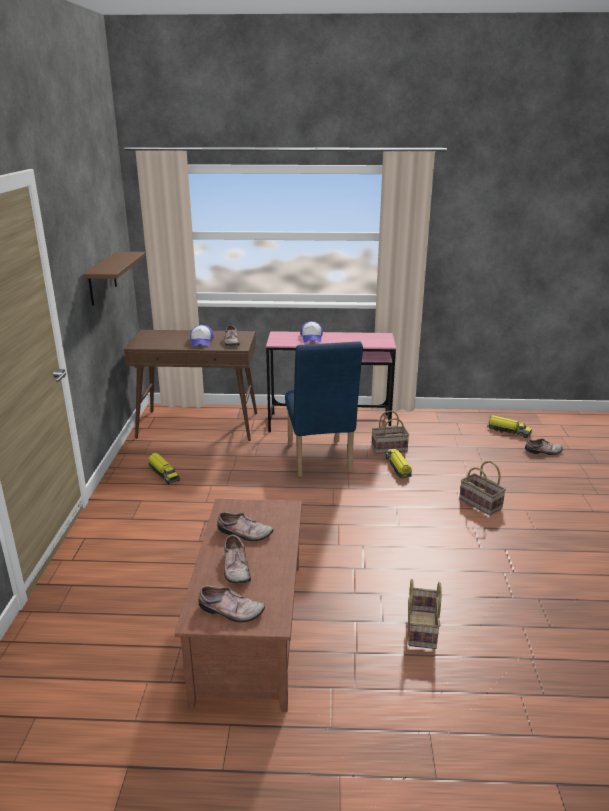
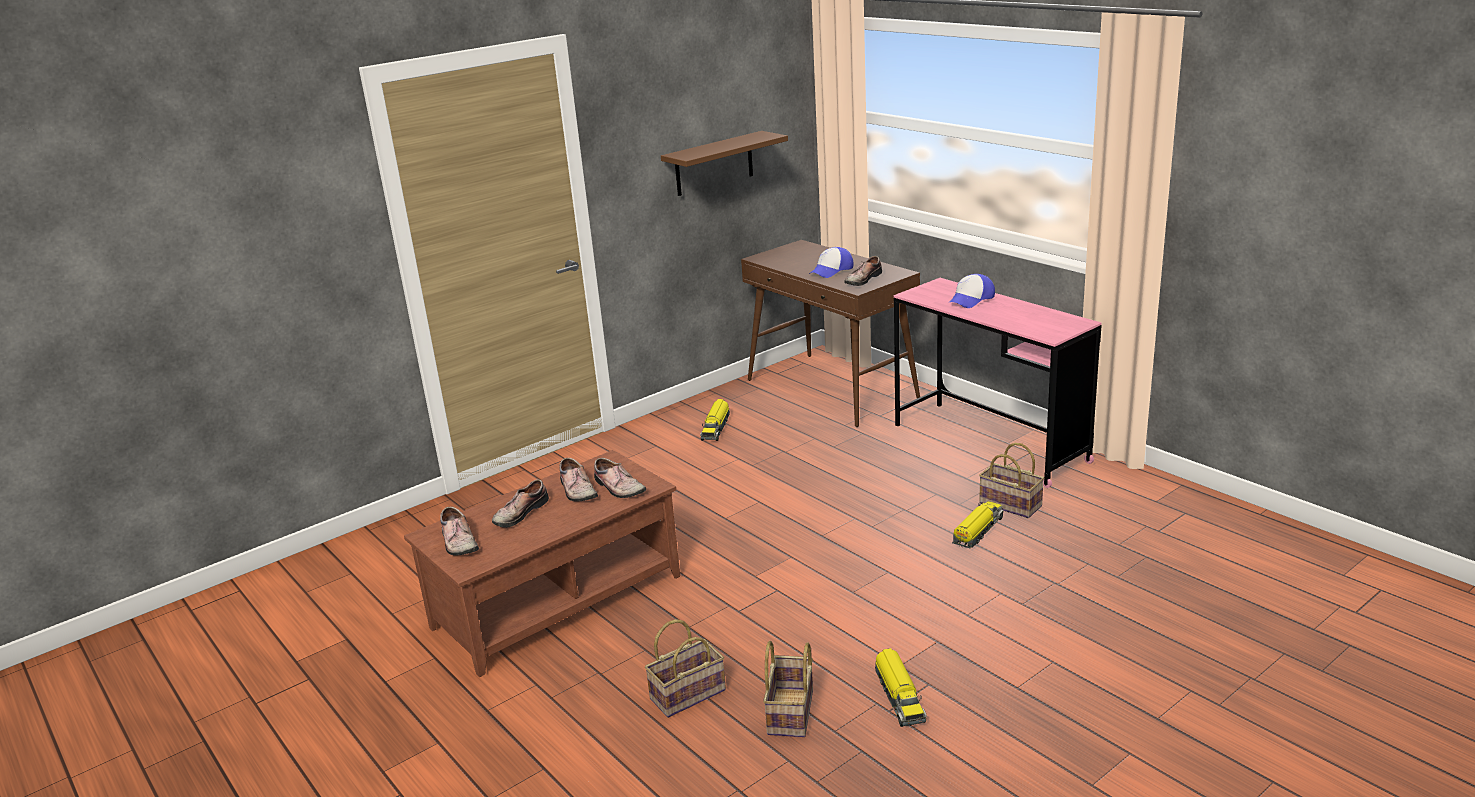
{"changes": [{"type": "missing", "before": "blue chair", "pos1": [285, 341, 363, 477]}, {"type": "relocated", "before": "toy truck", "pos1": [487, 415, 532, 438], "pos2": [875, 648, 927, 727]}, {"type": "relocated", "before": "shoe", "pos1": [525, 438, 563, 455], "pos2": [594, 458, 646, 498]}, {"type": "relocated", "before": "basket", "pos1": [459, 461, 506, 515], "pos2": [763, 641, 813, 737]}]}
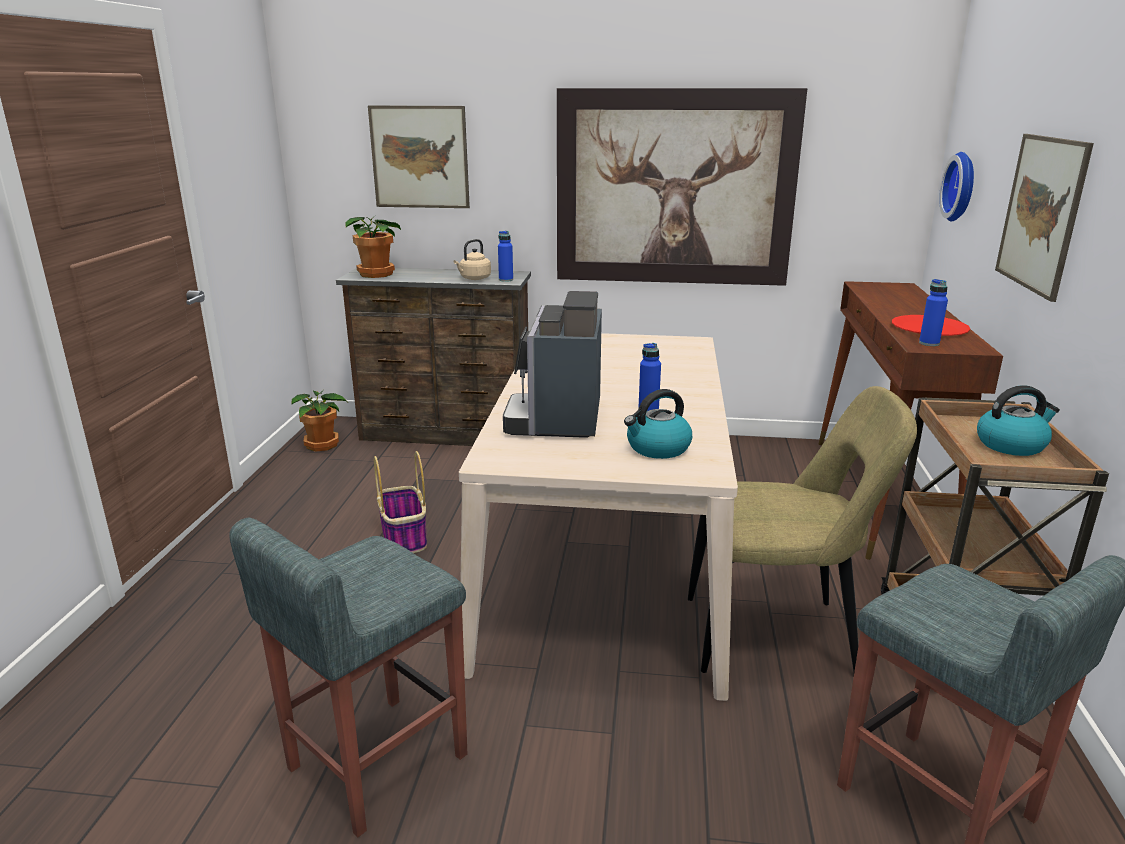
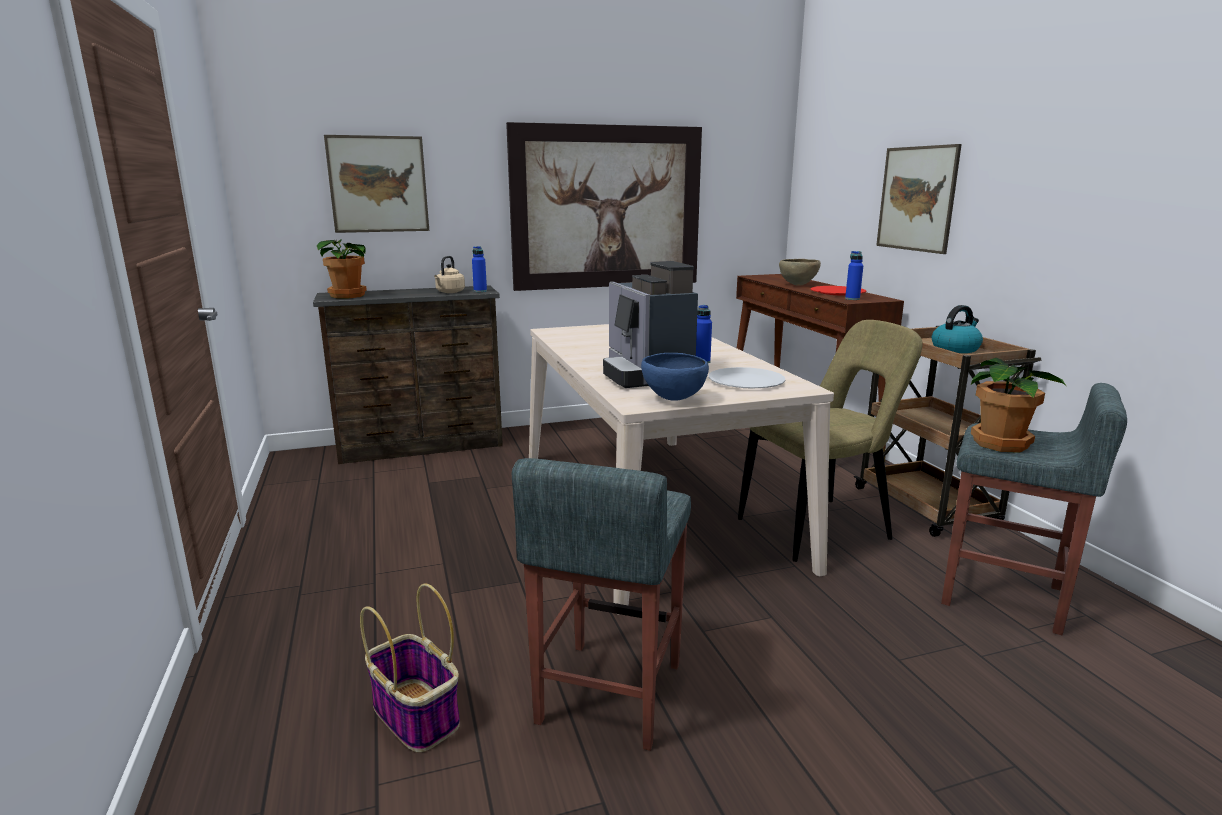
{"changes": [{"type": "missing", "before": "wall clock", "pos1": [939, 152, 974, 222]}, {"type": "exchanged", "before": "kettle", "after": "white plate", "pos1": [624, 389, 692, 459], "pos2": [709, 367, 785, 388]}, {"type": "relocated", "before": "potted plant", "pos1": [291, 391, 347, 451], "pos2": [971, 358, 1067, 453]}, {"type": "relocated", "before": "basket", "pos1": [374, 451, 427, 553], "pos2": [360, 583, 460, 753]}, {"type": "appeared", "after": "brown bowl", "pos2": [779, 259, 821, 286]}, {"type": "appeared", "after": "blue bowl", "pos2": [641, 353, 709, 401]}]}
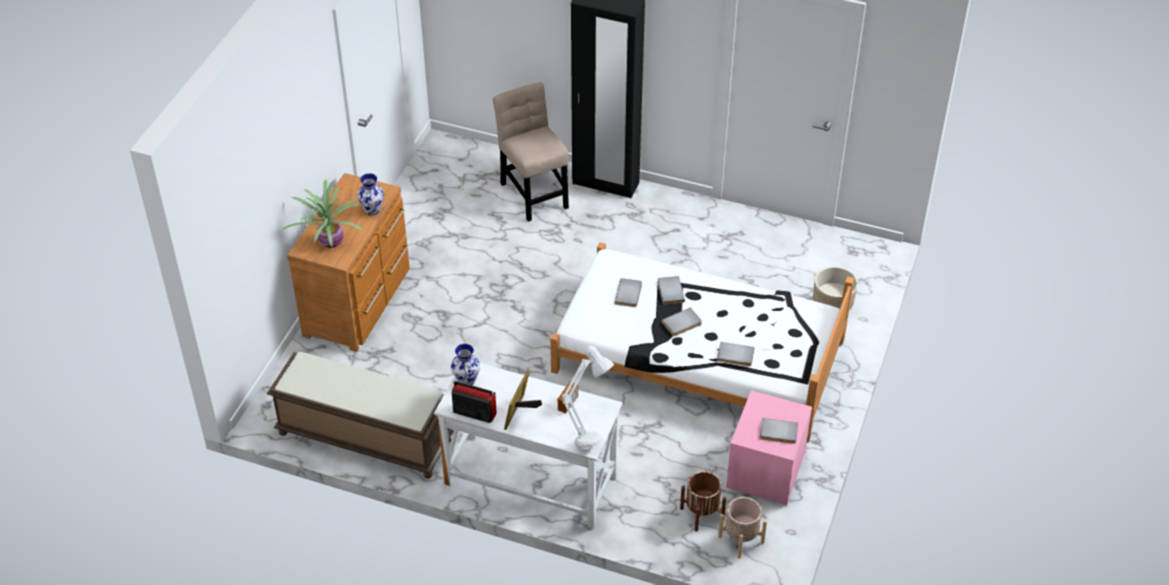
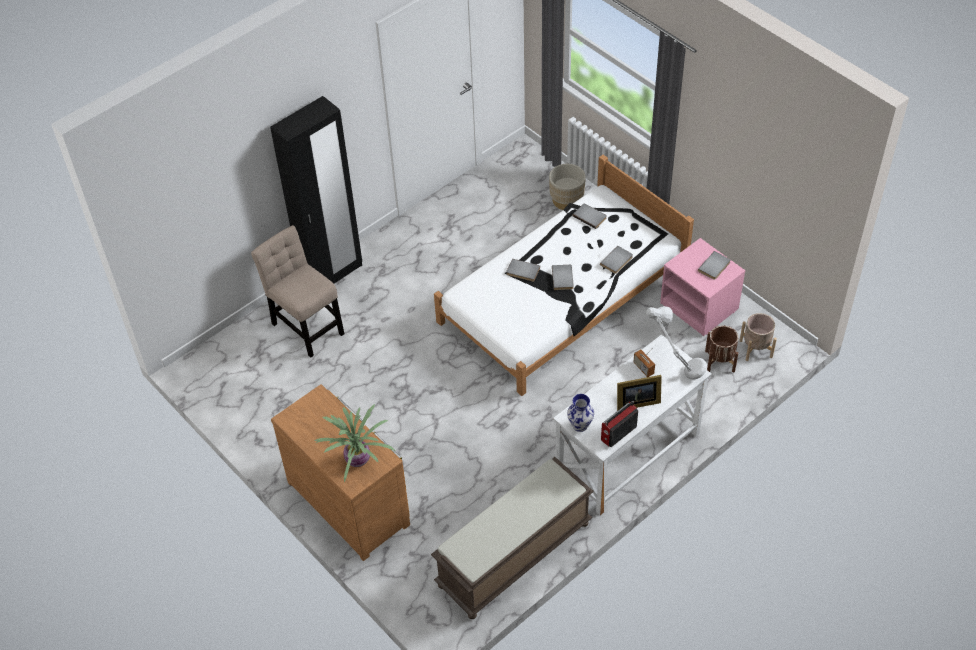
{"changes": [{"type": "spun", "before": "beige chair", "pos1": [493, 82, 569, 222], "pos2": [251, 225, 344, 358], "turn": 45}, {"type": "missing", "before": "vase", "pos1": [357, 173, 384, 215]}, {"type": "relocated", "before": "grey book", "pos1": [615, 278, 642, 307], "pos2": [573, 204, 606, 229]}, {"type": "spun", "before": "picture frame", "pos1": [504, 369, 542, 430], "pos2": [617, 375, 662, 411], "turn": -60}]}
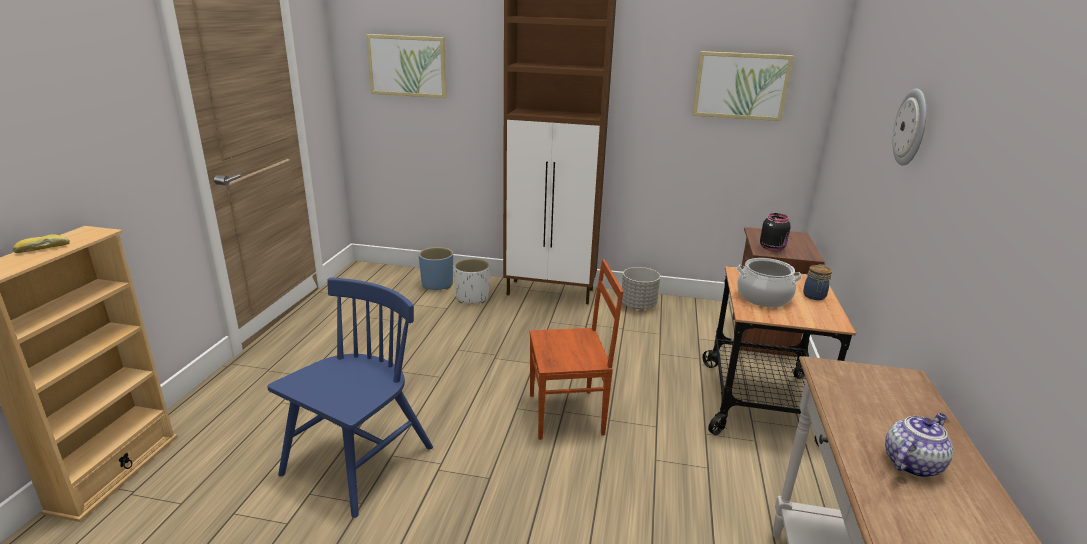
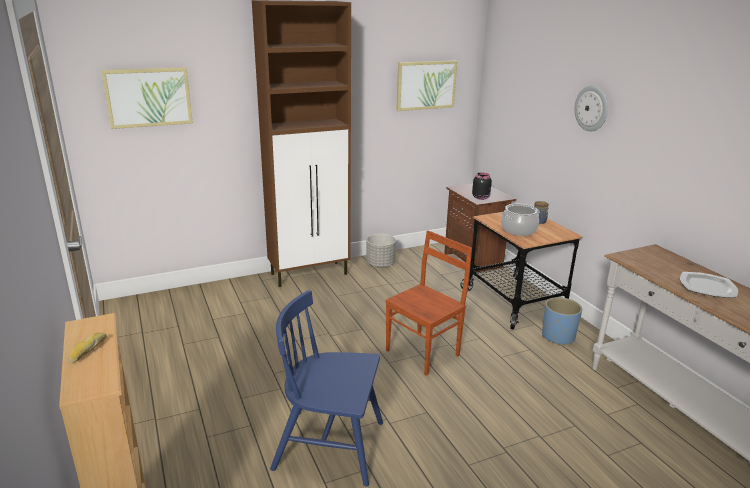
{"changes": [{"type": "relocated", "before": "blue planter", "pos1": [419, 247, 453, 290], "pos2": [542, 297, 582, 346]}, {"type": "missing", "before": "white planter", "pos1": [454, 258, 490, 304]}, {"type": "spun", "before": "blue chair", "pos1": [267, 278, 433, 518], "pos2": [270, 290, 383, 486], "turn": -75}, {"type": "exchanged", "before": "teapot", "after": "plate", "pos1": [885, 413, 953, 478], "pos2": [680, 272, 738, 298]}]}
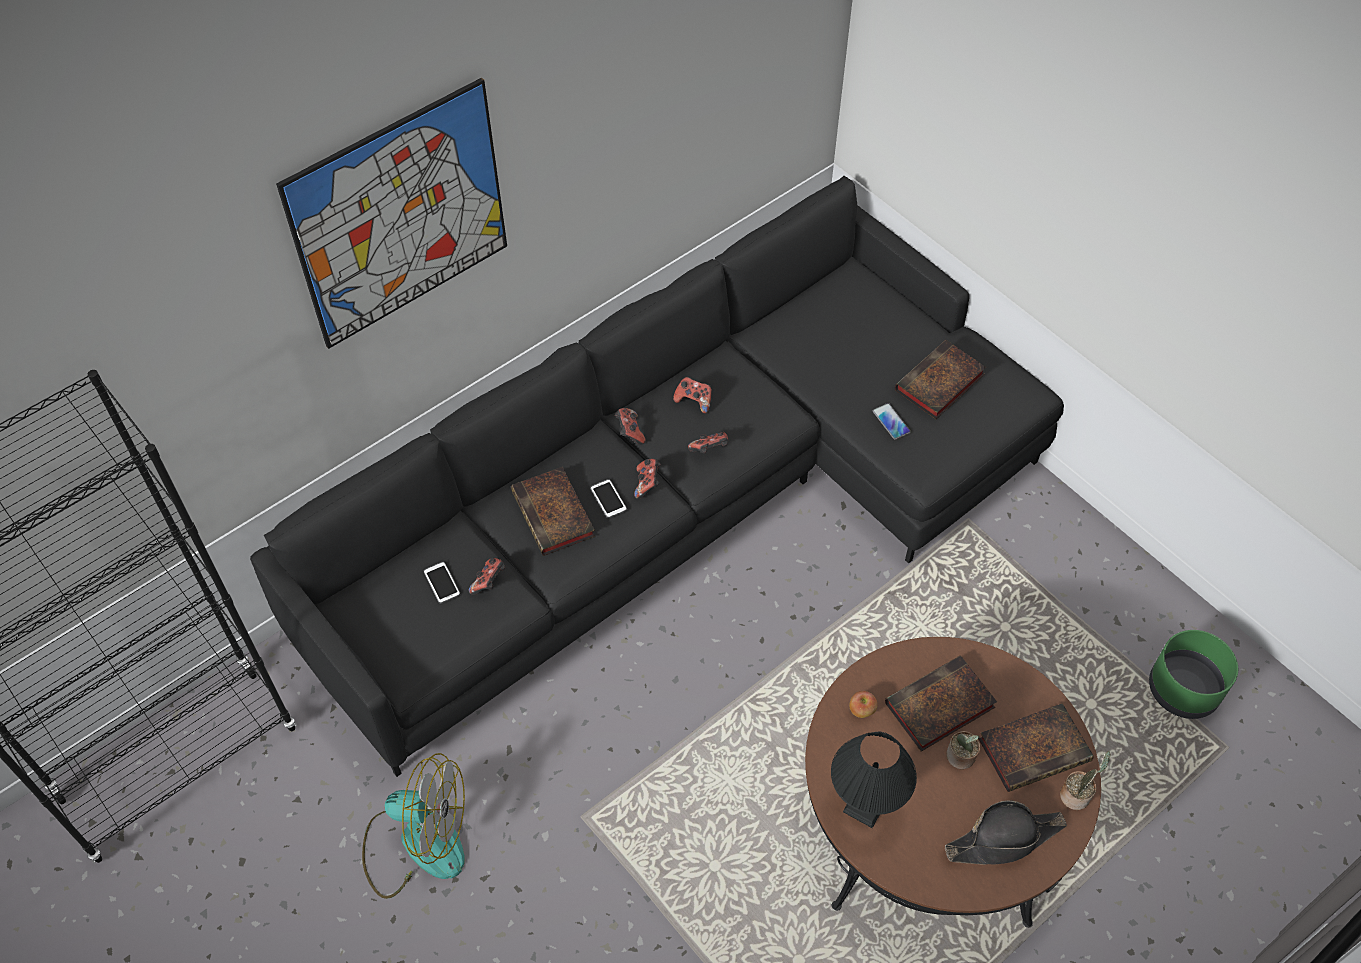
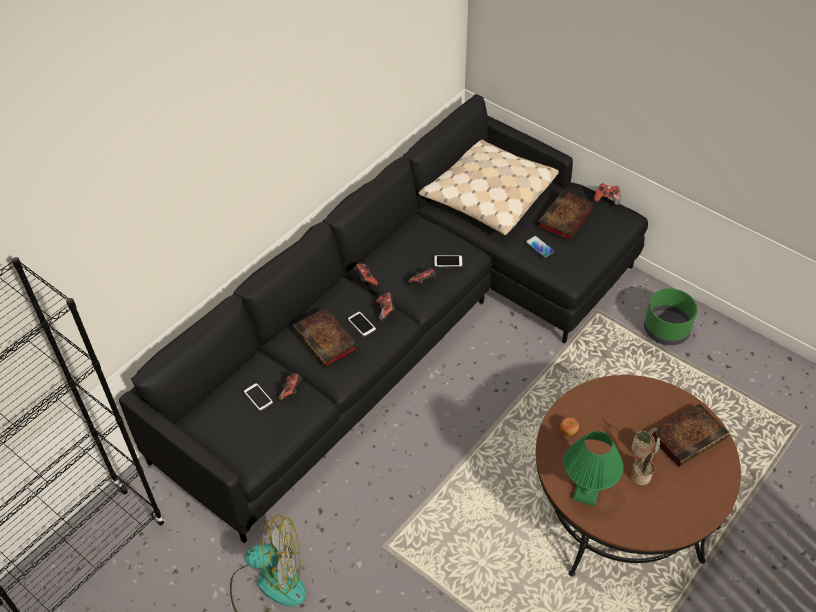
{"changes": [{"type": "missing", "before": "picture", "pos1": [276, 77, 507, 349]}, {"type": "relocated", "before": "game controller", "pos1": [673, 377, 712, 414], "pos2": [594, 184, 620, 206]}, {"type": "relocated", "before": "green planter", "pos1": [1149, 630, 1238, 719], "pos2": [644, 288, 697, 345]}, {"type": "missing", "before": "book", "pos1": [885, 655, 997, 752]}, {"type": "colour", "before": "black table lamp", "after": "green table lamp", "pos1": [831, 732, 917, 828], "pos2": [564, 431, 623, 506]}, {"type": "relocated", "before": "potted plant", "pos1": [1060, 751, 1110, 810], "pos2": [630, 437, 660, 485]}, {"type": "missing", "before": "black hat", "pos1": [945, 801, 1067, 865]}, {"type": "appeared", "after": "beige pillow", "pos2": [418, 140, 559, 235]}, {"type": "appeared", "after": "phone", "pos2": [434, 255, 463, 267]}]}
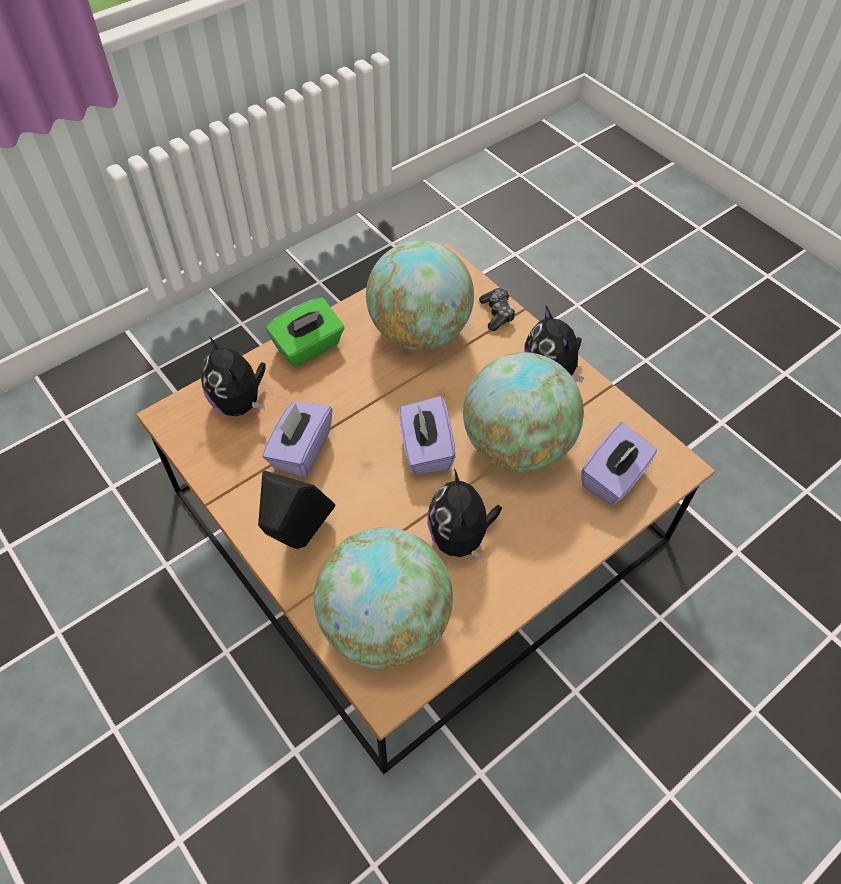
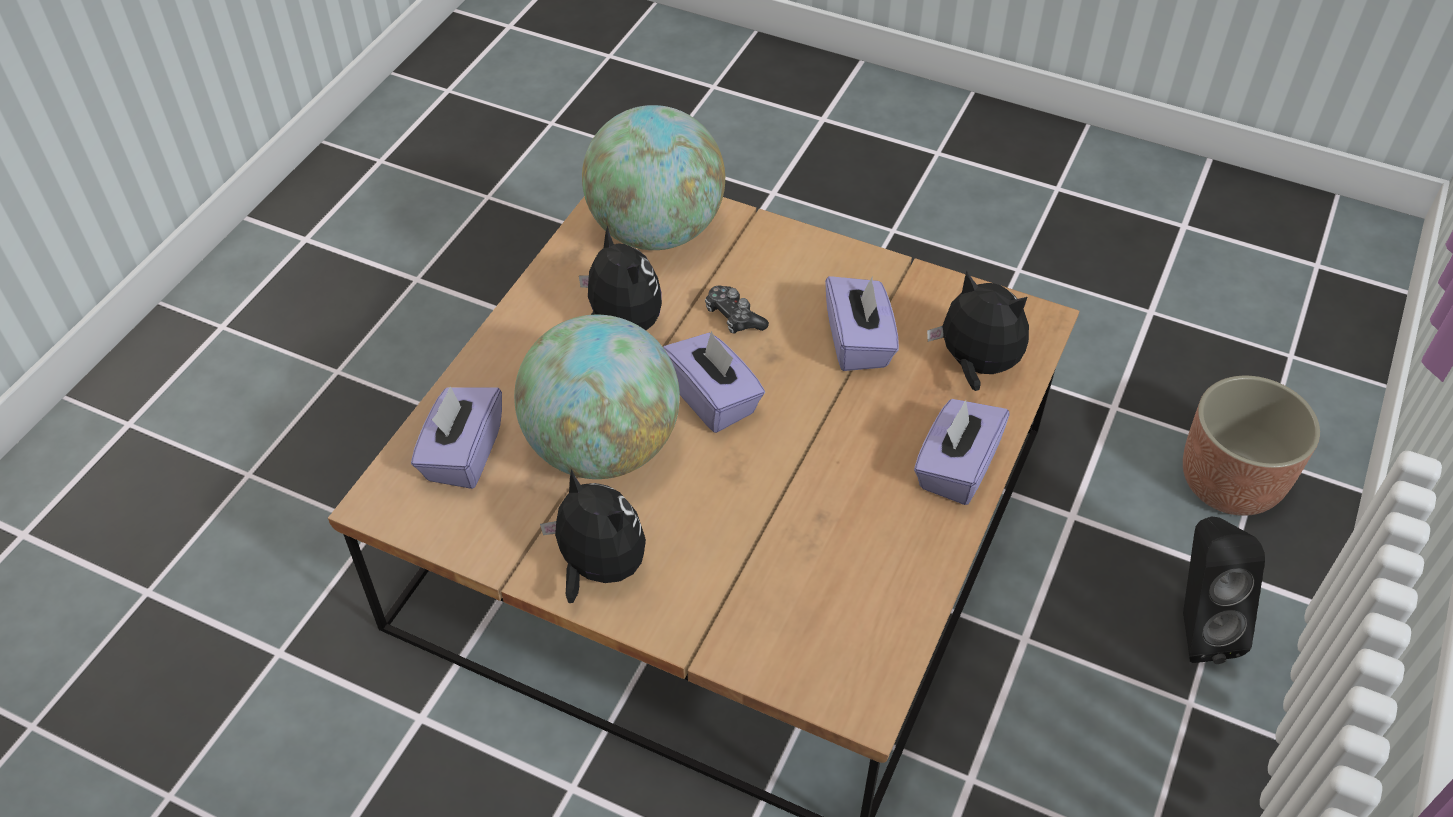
{"changes": [{"type": "missing", "before": "globe", "pos1": [366, 240, 474, 350]}, {"type": "relocated", "before": "game controller", "pos1": [479, 288, 516, 331], "pos2": [705, 286, 769, 334]}, {"type": "colour", "before": "green tissue box", "after": "purple tissue box", "pos1": [266, 297, 344, 367], "pos2": [914, 399, 1010, 505]}, {"type": "relocated", "before": "black speaker", "pos1": [258, 471, 336, 549], "pos2": [1183, 517, 1265, 664]}, {"type": "appeared", "after": "planter", "pos2": [1183, 376, 1320, 516]}]}
